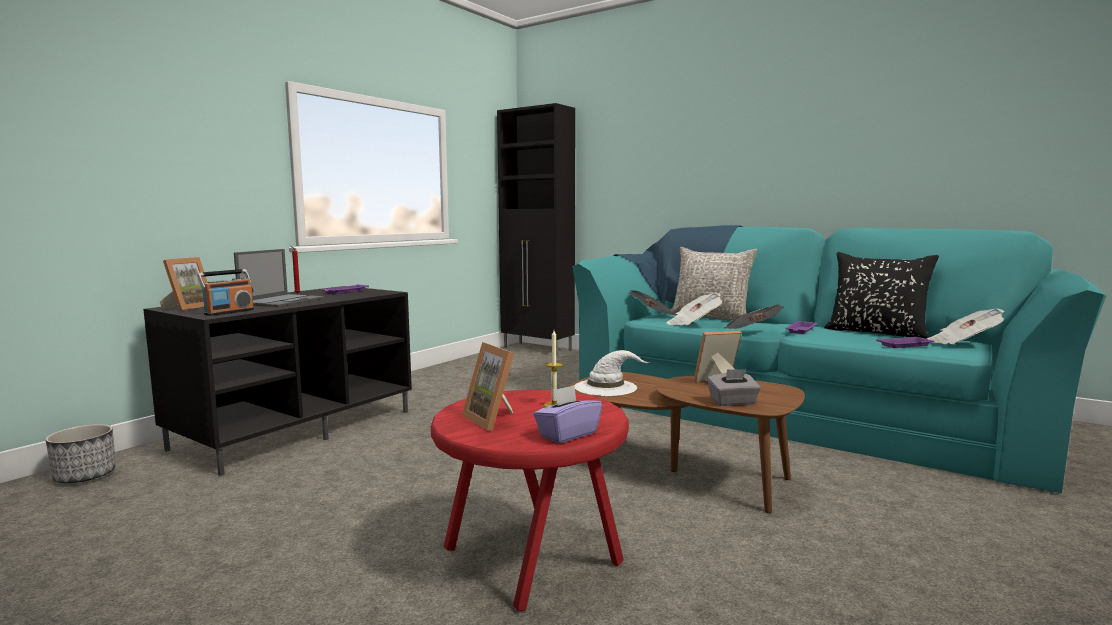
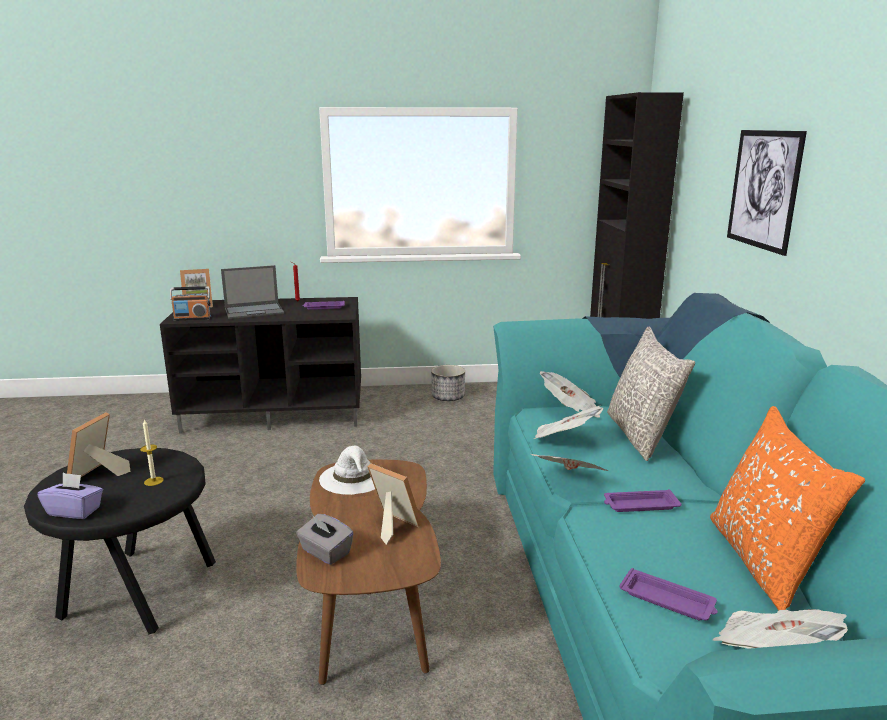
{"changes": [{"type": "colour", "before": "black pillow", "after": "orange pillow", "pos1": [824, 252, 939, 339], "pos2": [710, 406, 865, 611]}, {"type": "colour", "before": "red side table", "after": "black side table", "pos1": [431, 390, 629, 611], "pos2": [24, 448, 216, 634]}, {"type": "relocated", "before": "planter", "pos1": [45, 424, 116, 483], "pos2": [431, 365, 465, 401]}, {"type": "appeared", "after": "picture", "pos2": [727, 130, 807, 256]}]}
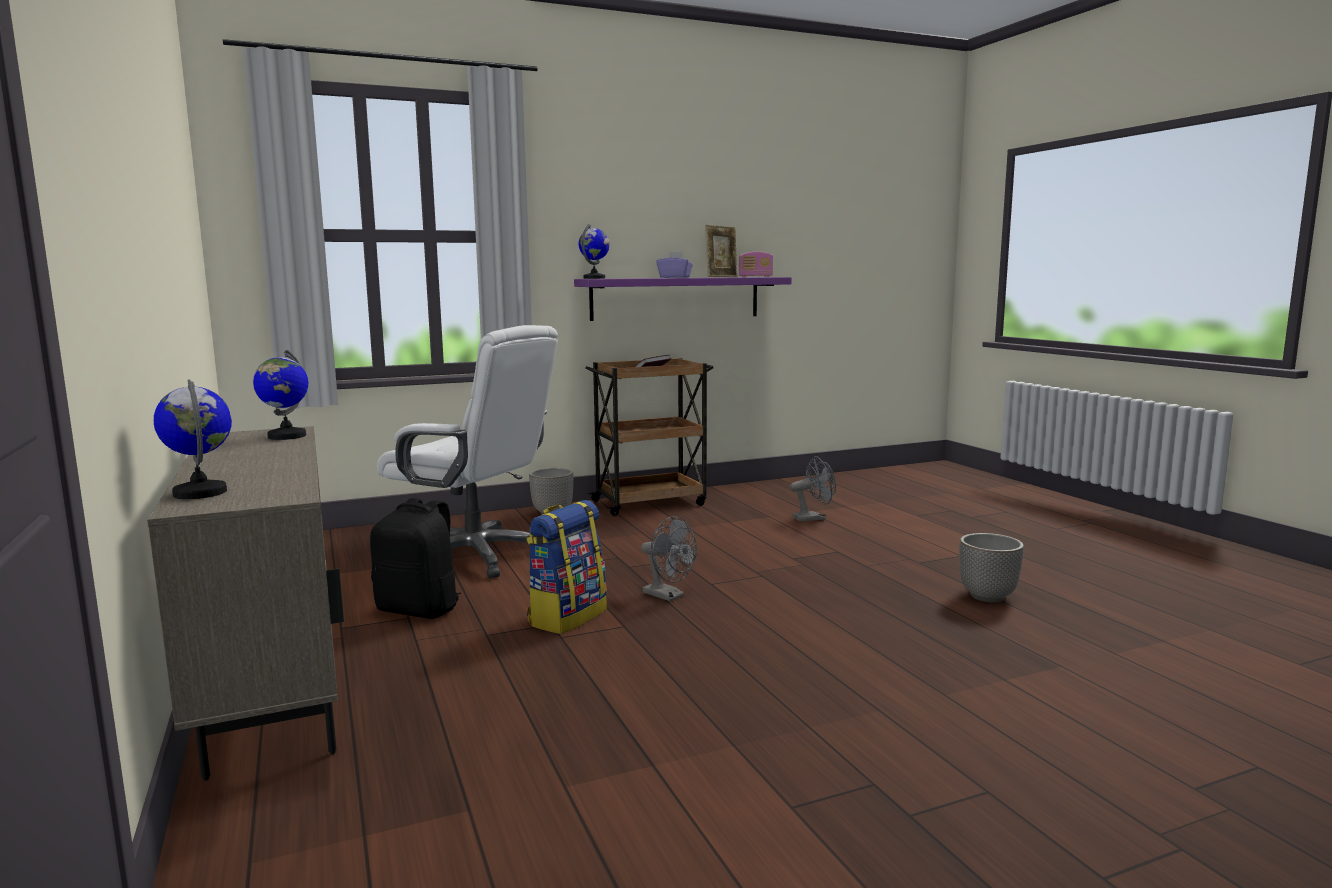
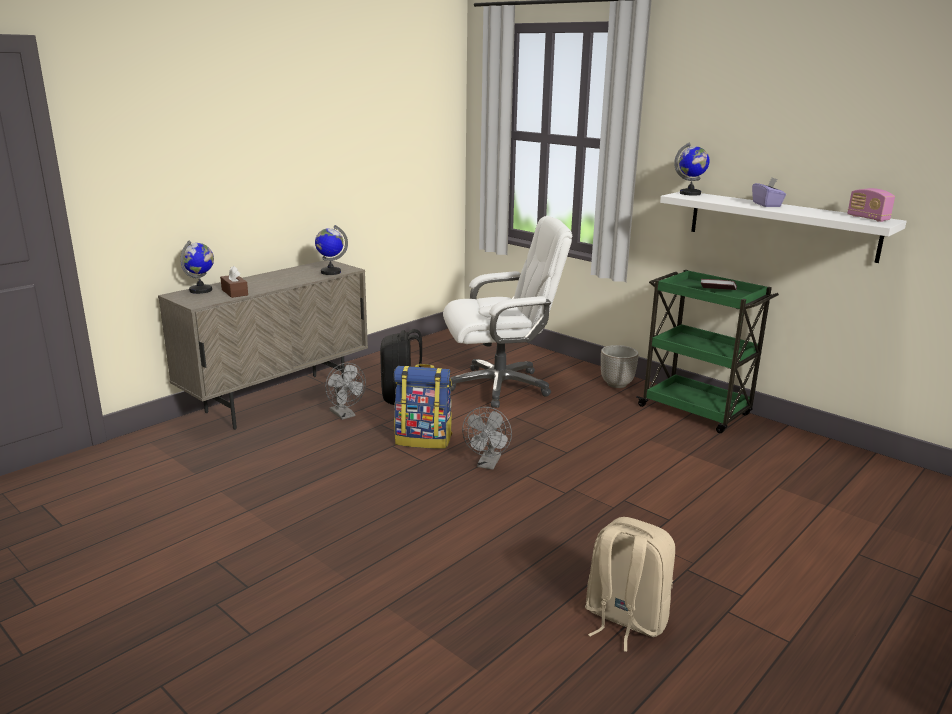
{"changes": [{"type": "missing", "before": "picture frame", "pos1": [705, 225, 738, 277]}, {"type": "colour", "before": "purple shelf", "after": "white shelf", "pos1": [574, 277, 792, 321], "pos2": [660, 192, 907, 263]}, {"type": "spun", "before": "white office chair", "pos1": [377, 325, 558, 578], "pos2": [443, 216, 572, 408], "turn": -105}, {"type": "colour", "before": "brown cart", "after": "green cart", "pos1": [585, 358, 714, 516], "pos2": [636, 270, 779, 433]}, {"type": "relocated", "before": "grey fan", "pos1": [790, 456, 836, 522], "pos2": [325, 363, 366, 420]}, {"type": "exchanged", "before": "planter", "after": "beige backpack", "pos1": [959, 533, 1024, 602], "pos2": [585, 517, 675, 652]}, {"type": "appeared", "after": "brown tissue box", "pos2": [220, 266, 248, 298]}]}
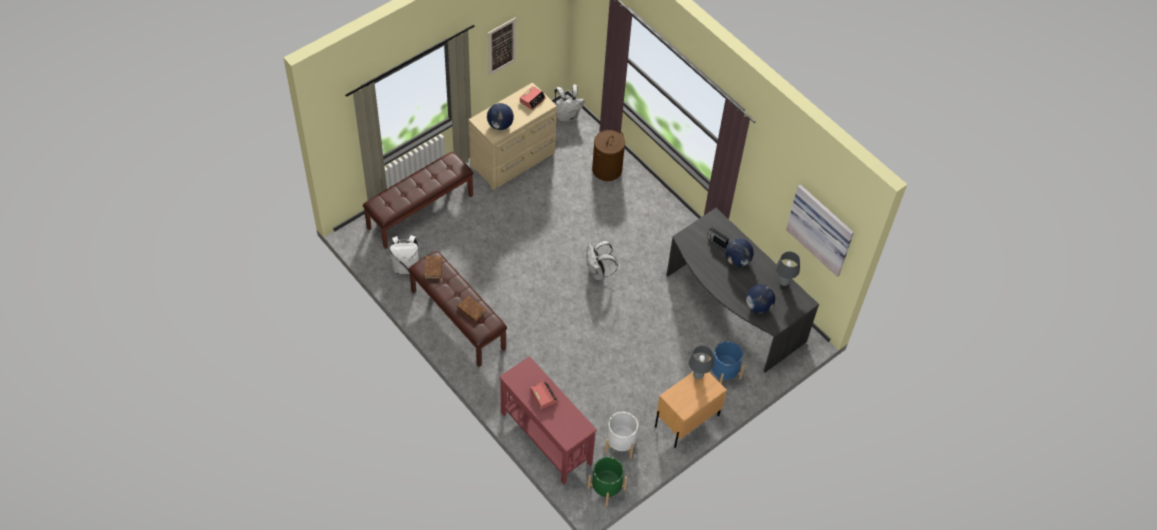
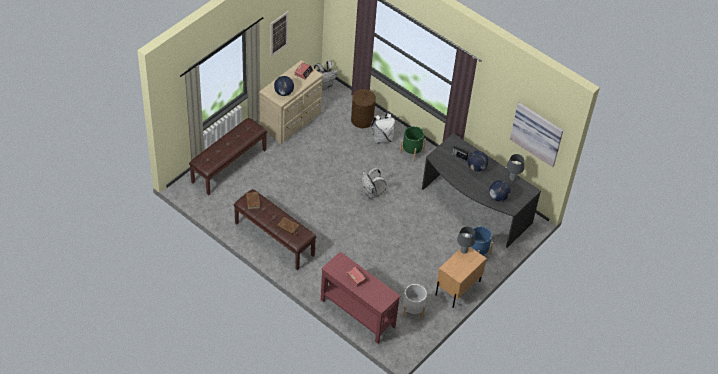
{"changes": [{"type": "relocated", "before": "white backpack", "pos1": [390, 235, 422, 274], "pos2": [371, 113, 395, 144]}, {"type": "relocated", "before": "green planter", "pos1": [587, 457, 627, 507], "pos2": [400, 126, 426, 161]}]}
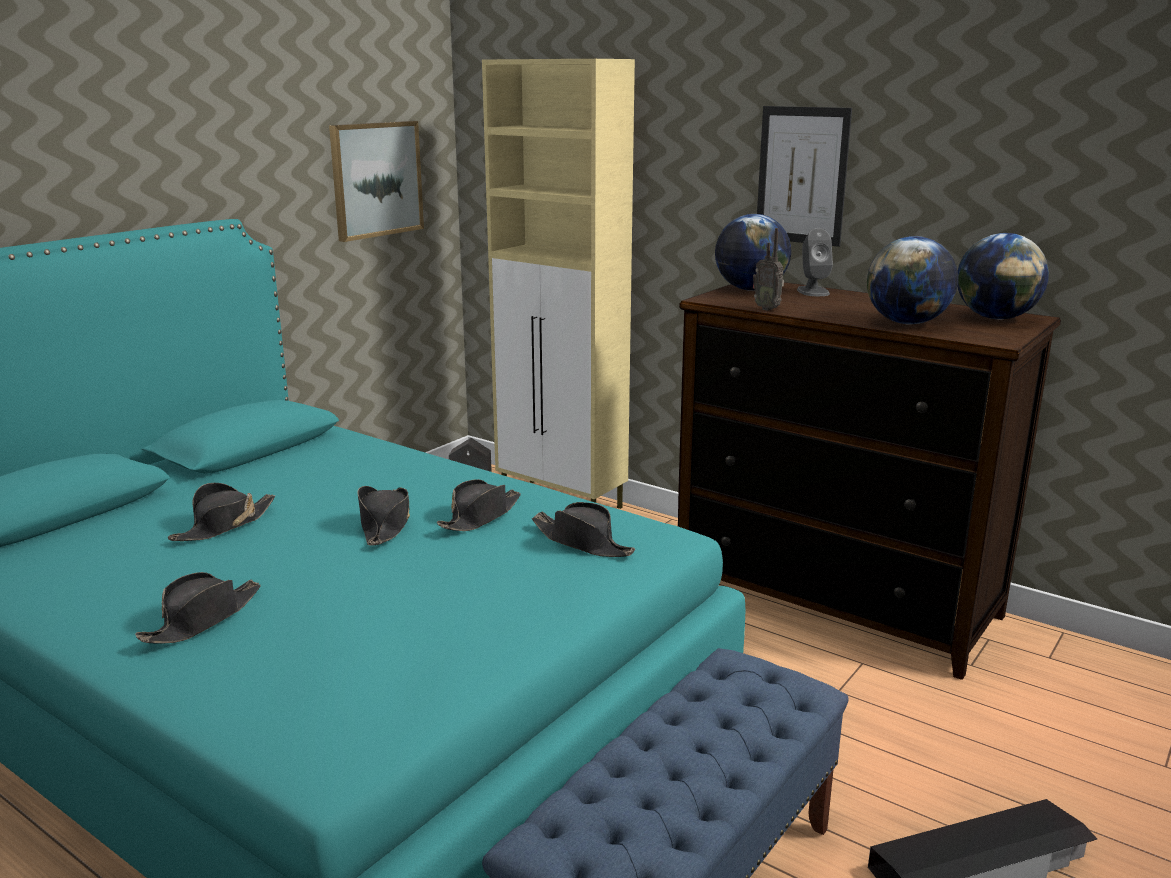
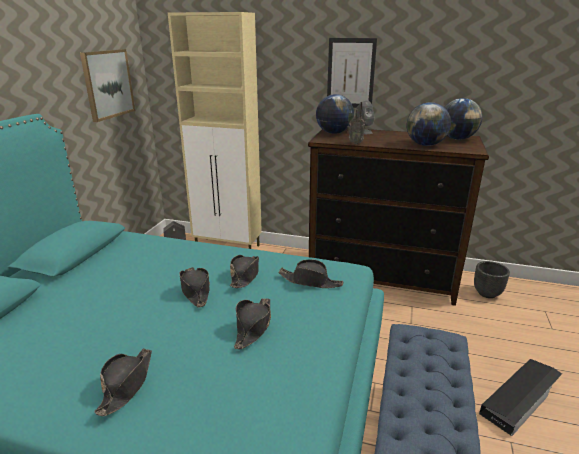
{"changes": [{"type": "relocated", "before": "black hat", "pos1": [168, 483, 275, 541], "pos2": [234, 298, 271, 349]}, {"type": "appeared", "after": "black planter", "pos2": [474, 261, 510, 298]}]}
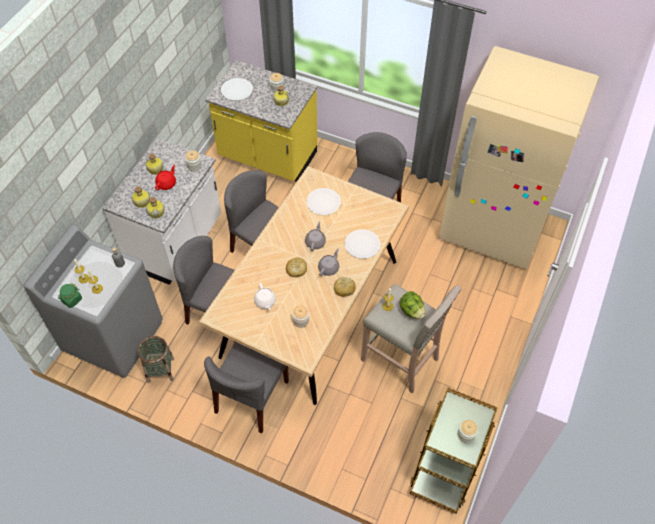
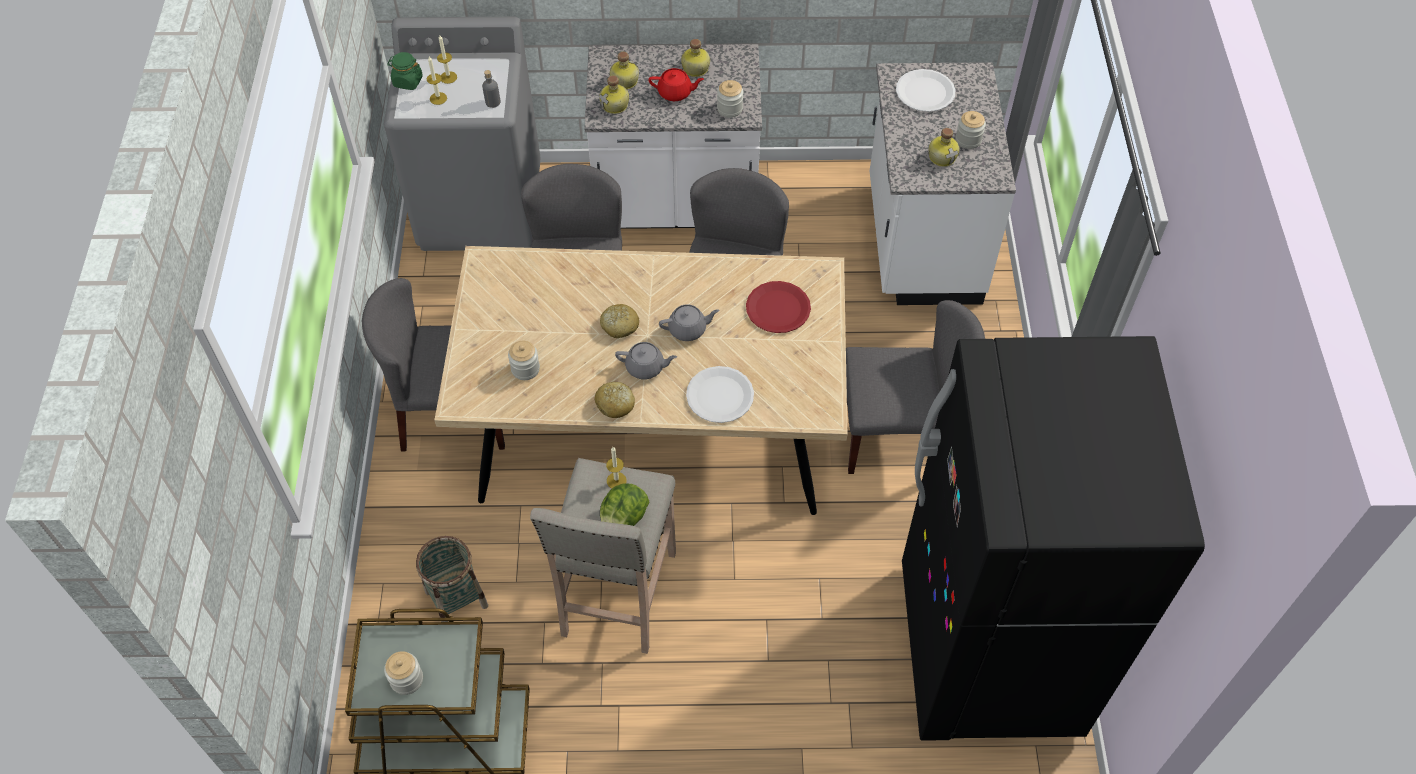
{"changes": [{"type": "colour", "before": "beige fridge", "after": "black fridge", "pos1": [438, 46, 599, 269], "pos2": [902, 336, 1205, 741]}, {"type": "colour", "before": "yellow counter", "after": "white counter", "pos1": [205, 60, 317, 182], "pos2": [870, 62, 1016, 305]}, {"type": "colour", "before": "white plate", "after": "red plate", "pos1": [306, 188, 341, 215], "pos2": [746, 281, 811, 333]}, {"type": "missing", "before": "white teapot", "pos1": [254, 283, 276, 310]}, {"type": "relocated", "before": "basket", "pos1": [137, 336, 174, 383], "pos2": [416, 536, 488, 622]}]}
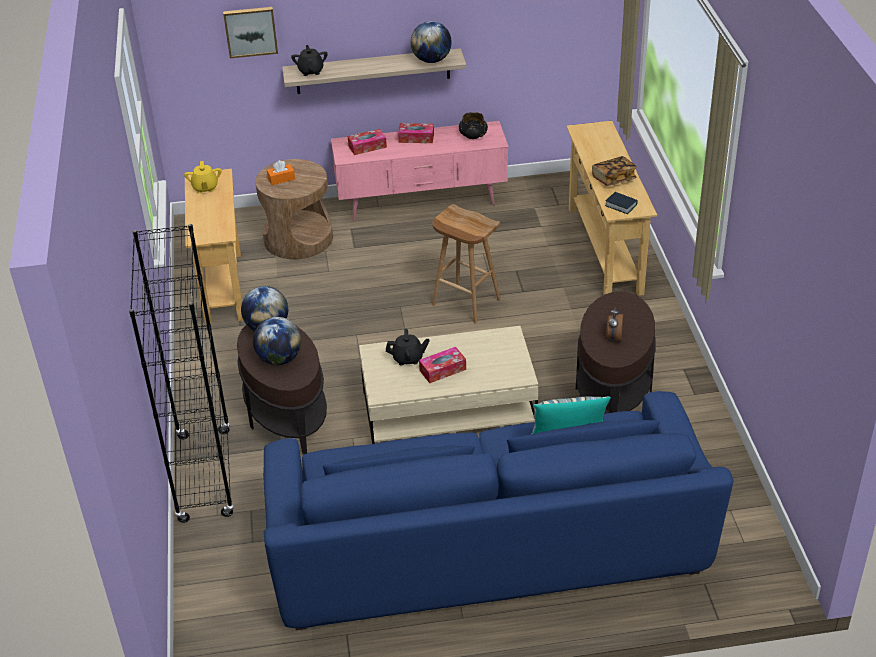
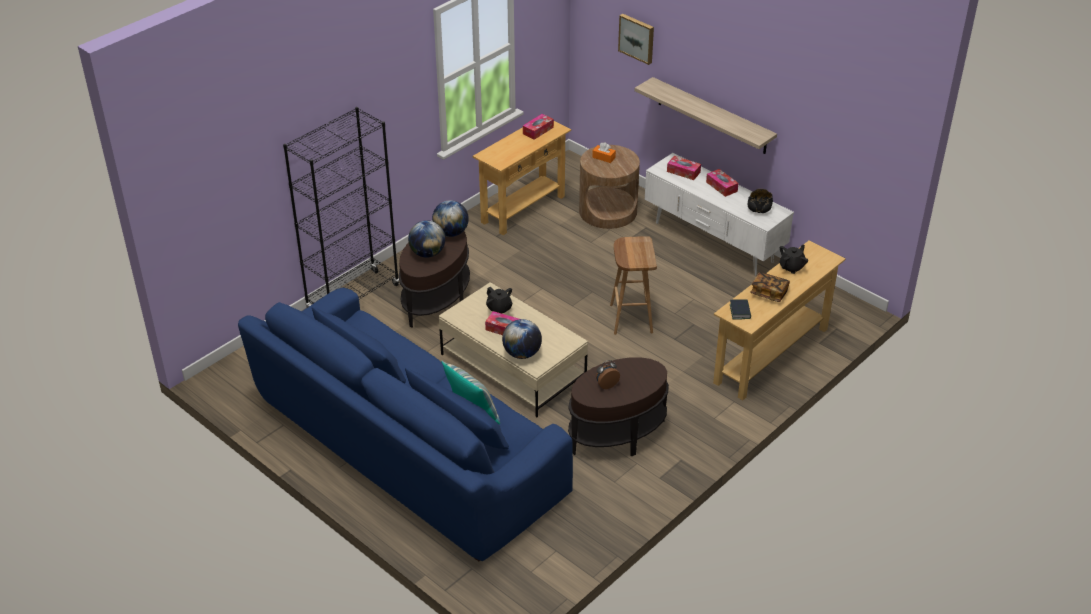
{"changes": [{"type": "relocated", "before": "globe", "pos1": [411, 21, 452, 63], "pos2": [502, 319, 542, 359]}, {"type": "relocated", "before": "black teapot", "pos1": [291, 45, 328, 76], "pos2": [780, 245, 808, 274]}, {"type": "colour", "before": "pink tv stand", "after": "white tv stand", "pos1": [331, 121, 508, 221], "pos2": [645, 153, 794, 276]}, {"type": "exchanged", "before": "yellow teapot", "after": "tissue box", "pos1": [184, 161, 222, 193], "pos2": [523, 114, 554, 140]}]}
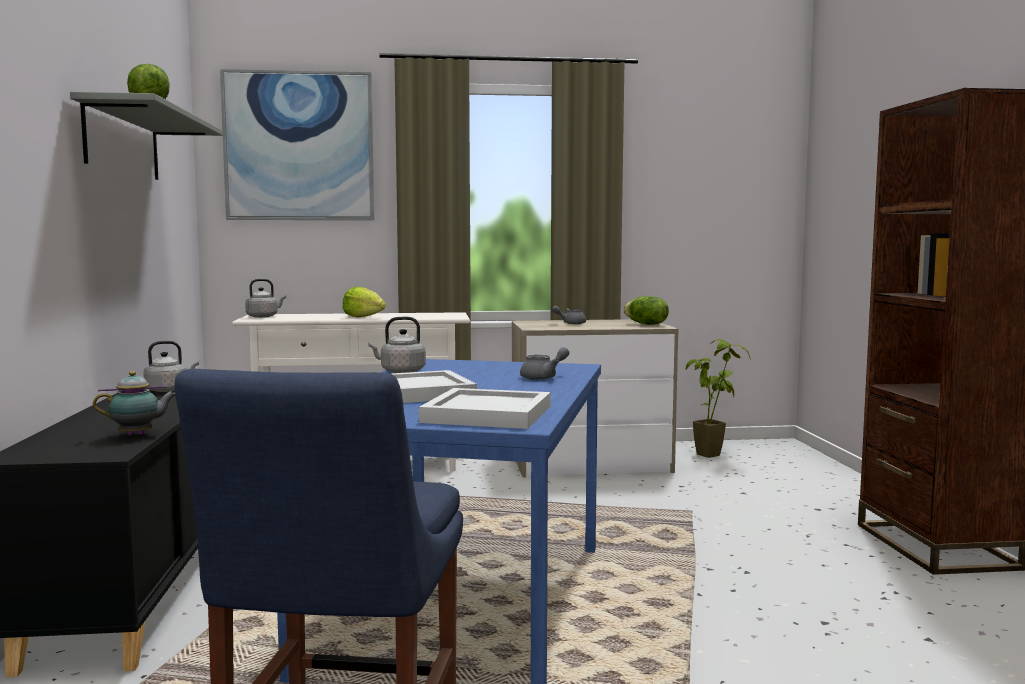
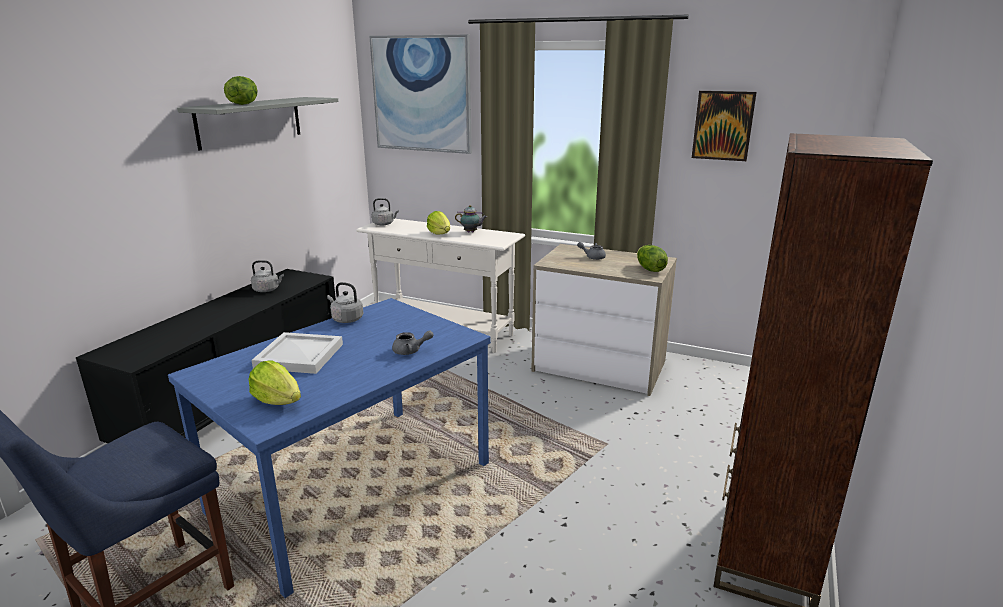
{"changes": [{"type": "missing", "before": "potted plant", "pos1": [685, 339, 751, 458]}, {"type": "relocated", "before": "teapot", "pos1": [93, 371, 175, 436], "pos2": [455, 205, 487, 233]}, {"type": "exchanged", "before": "white tray", "after": "lettuce", "pos1": [419, 388, 551, 429], "pos2": [248, 360, 301, 405]}, {"type": "appeared", "after": "picture", "pos2": [692, 91, 757, 161]}]}
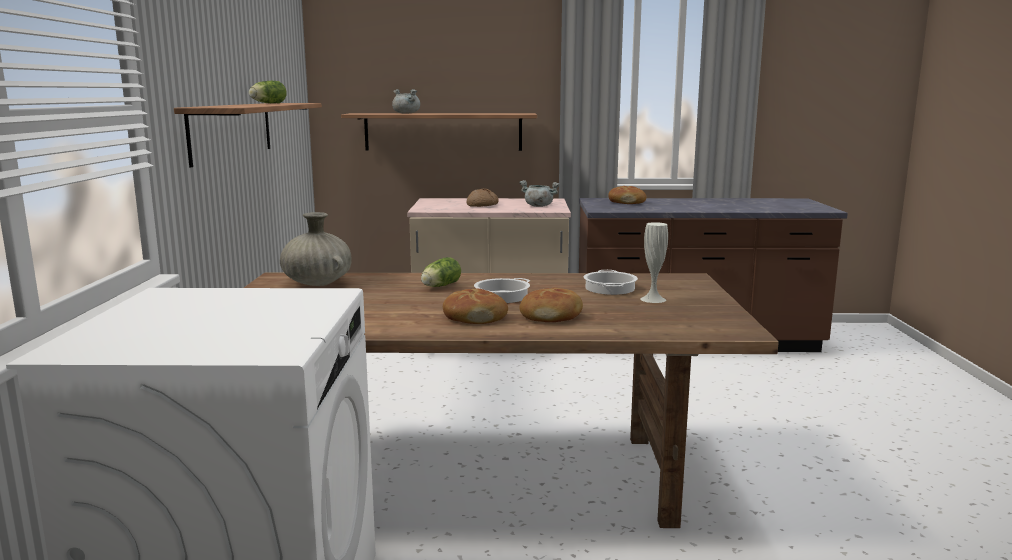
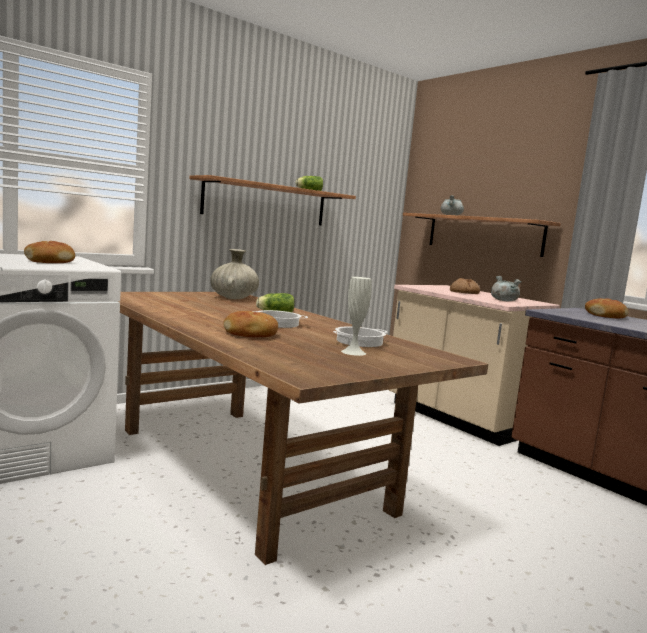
{"changes": [{"type": "relocated", "before": "bread", "pos1": [443, 288, 508, 324], "pos2": [24, 241, 75, 263]}]}
